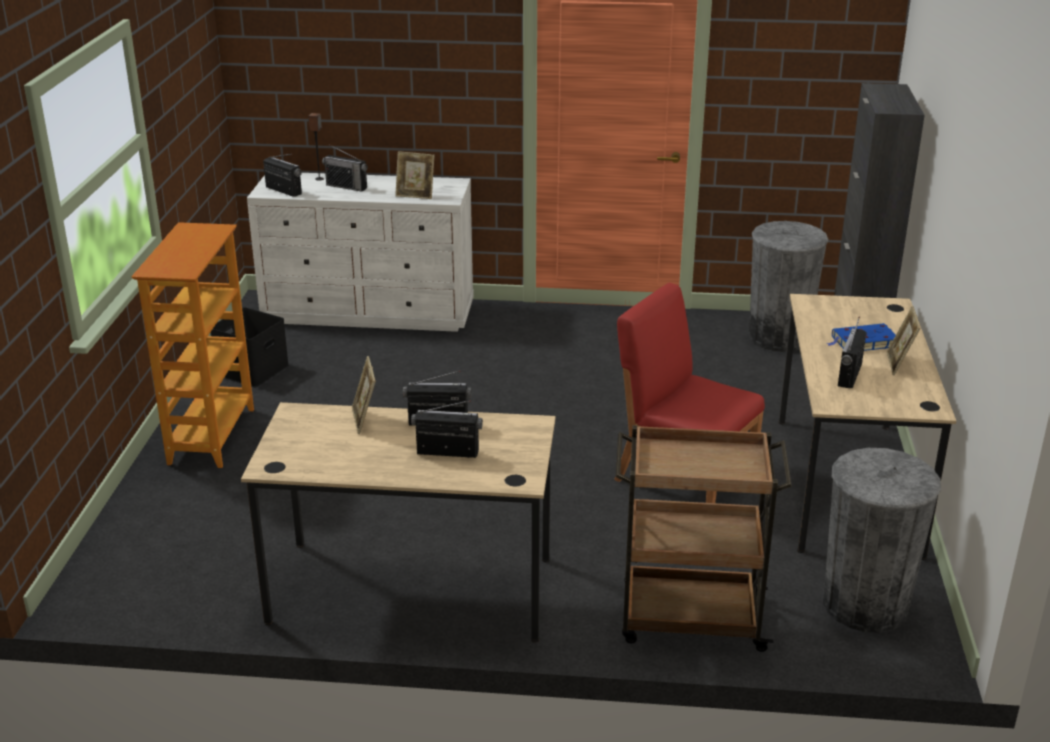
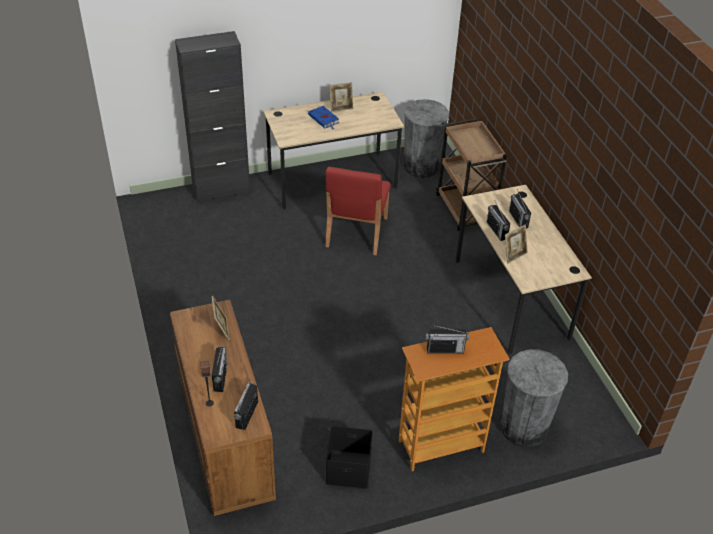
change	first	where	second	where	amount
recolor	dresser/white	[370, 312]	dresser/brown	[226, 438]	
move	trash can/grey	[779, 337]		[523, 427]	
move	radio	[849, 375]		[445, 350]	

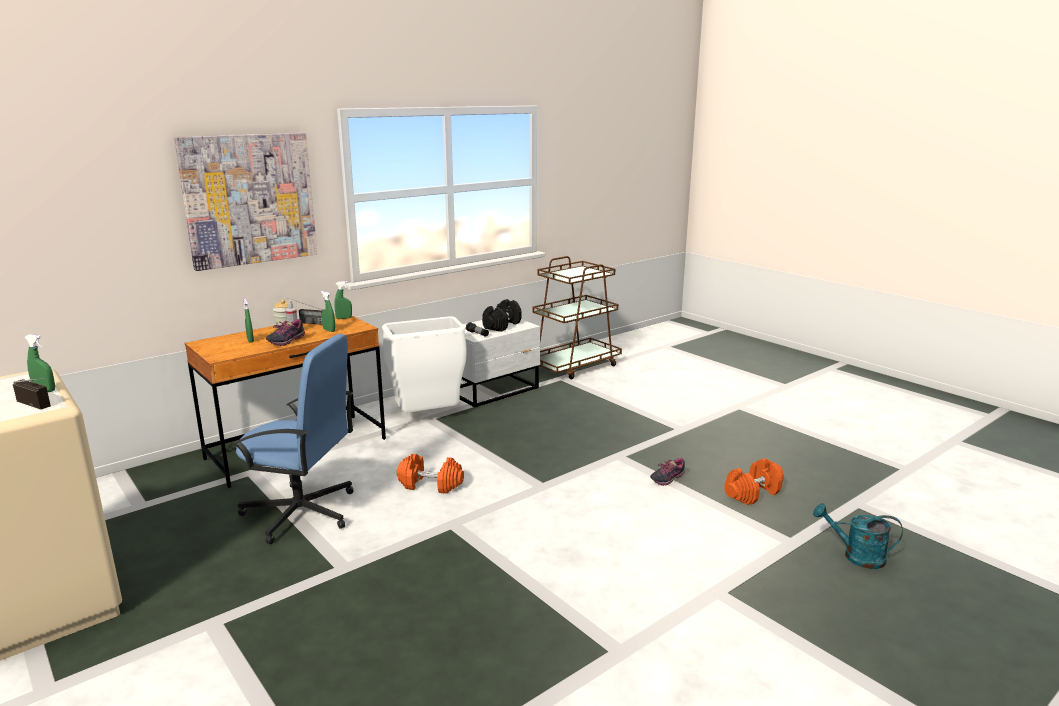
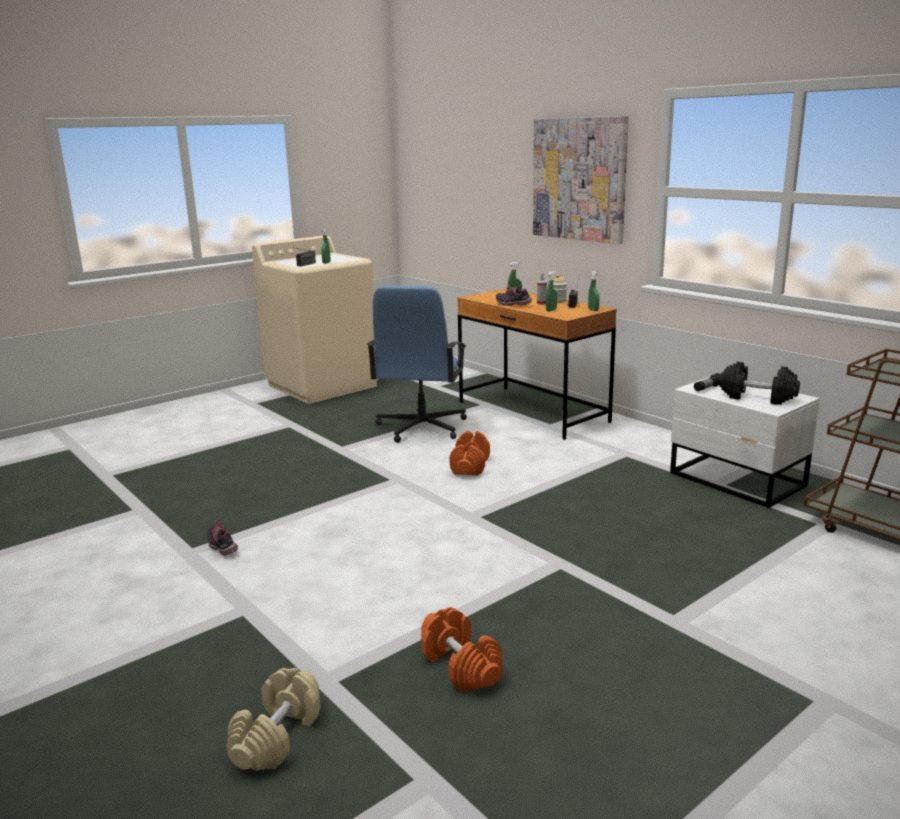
change	first	where	second	where	amount
delete	trash can/white	[427, 417]			
move	shoe	[667, 479]		[223, 548]	
replace	watering can/turquoise	[856, 556]	dumbbell/beige	[277, 736]	

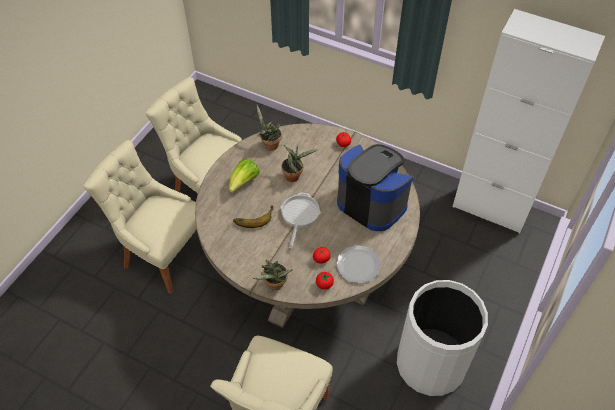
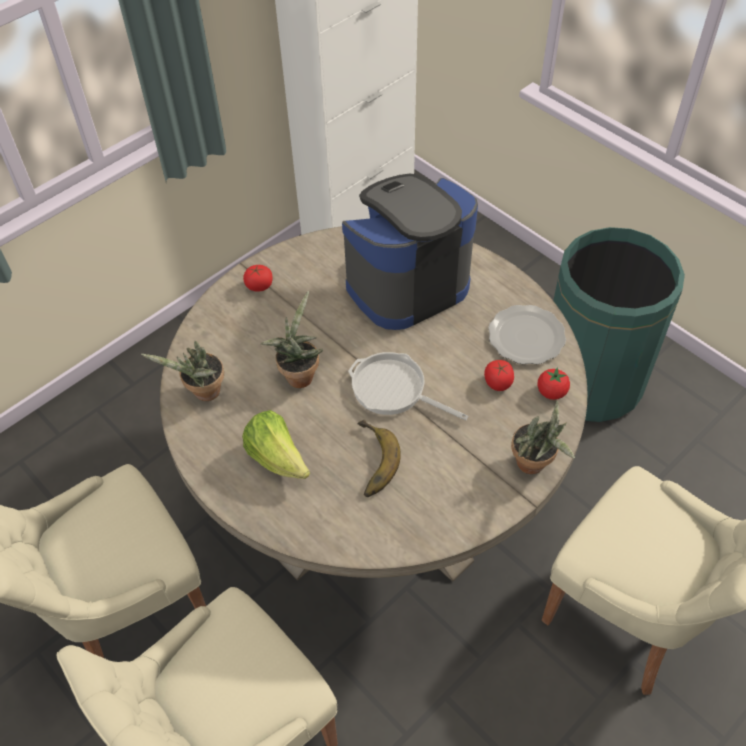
change	first	where	second	where	amount
recolor	trash can/white	[430, 364]	trash can/green	[589, 381]	

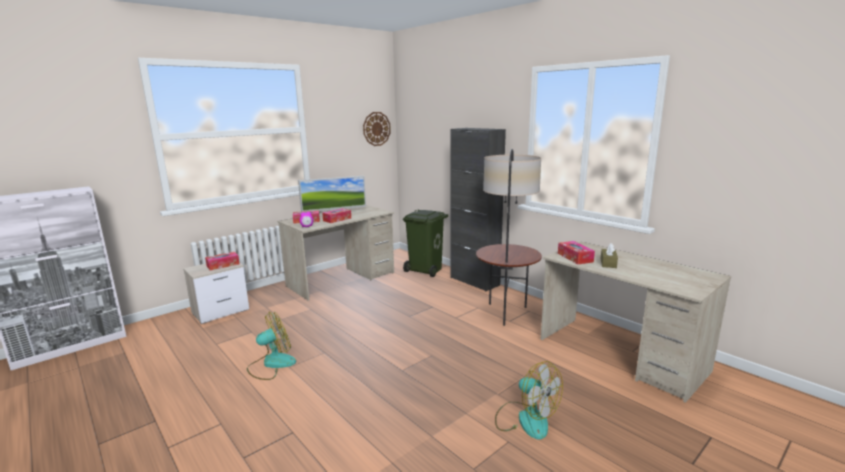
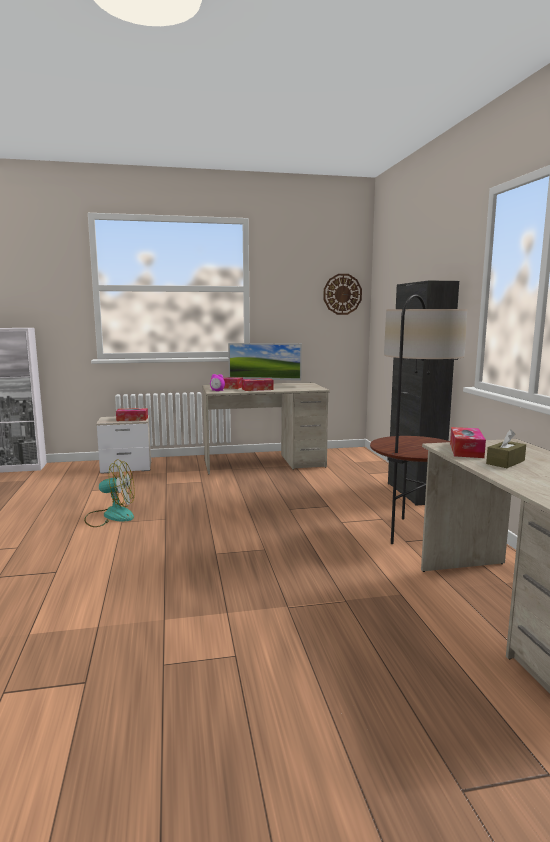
change	first	where	second	where	amount
delete	trash can/green	[426, 270]			
delete	fan	[525, 419]			

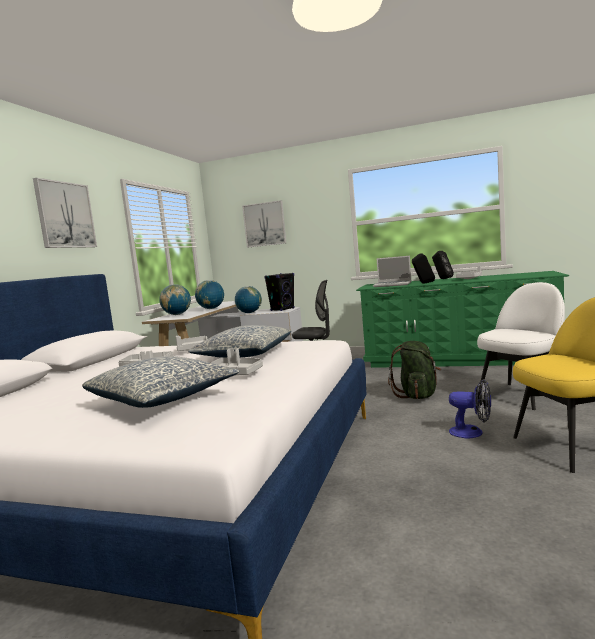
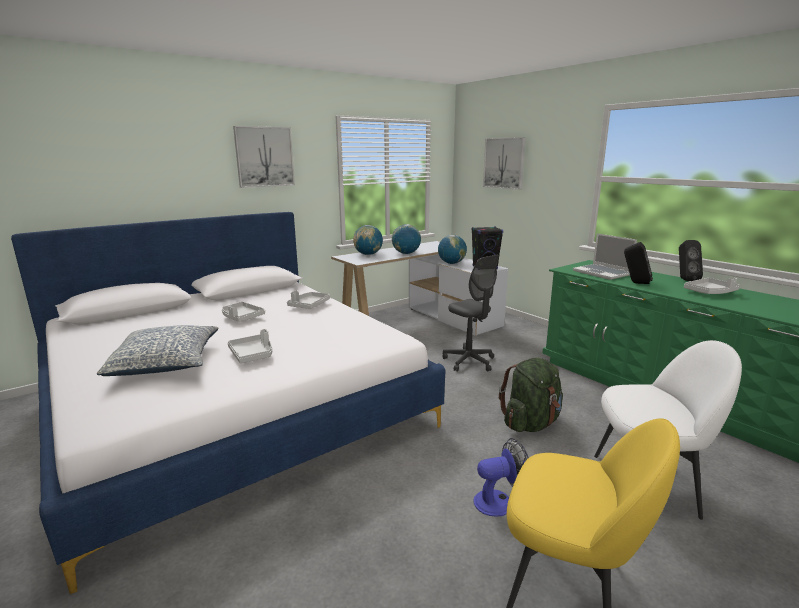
change	first	where	second	where	amount
delete	pillow	[245, 354]			
rotate	fan	[472, 432]		[500, 501]	75 degrees counterclockwise

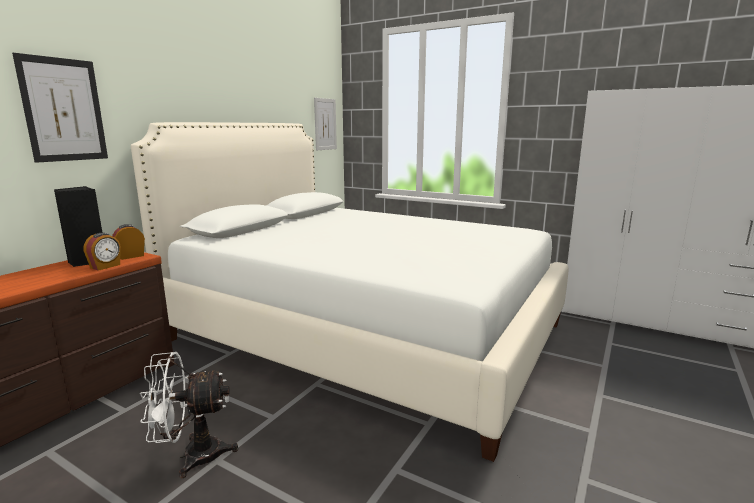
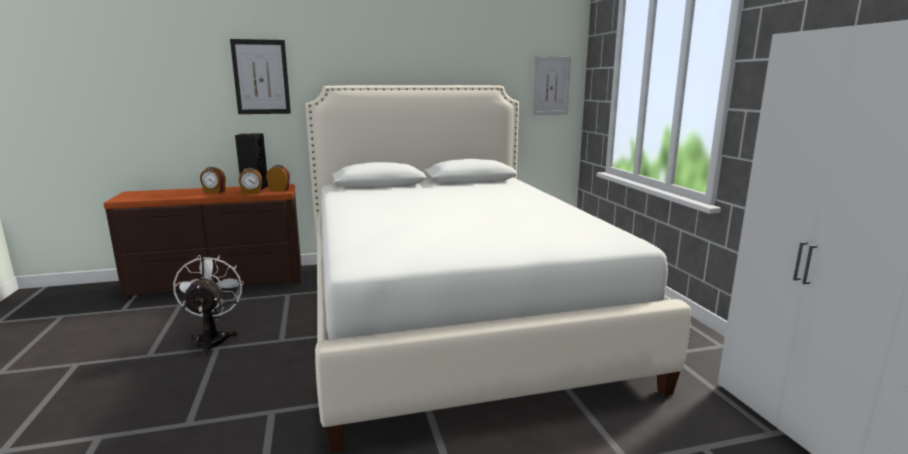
change	first	where	second	where	amount
rotate	fan/white	[192, 456]		[213, 339]	45 degrees clockwise
insert			alarm clock	[214, 192]	

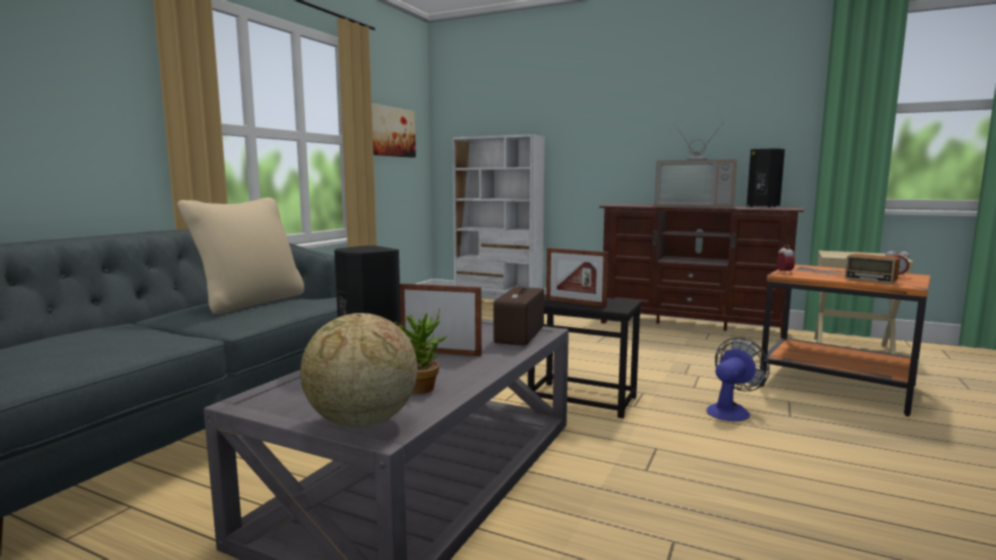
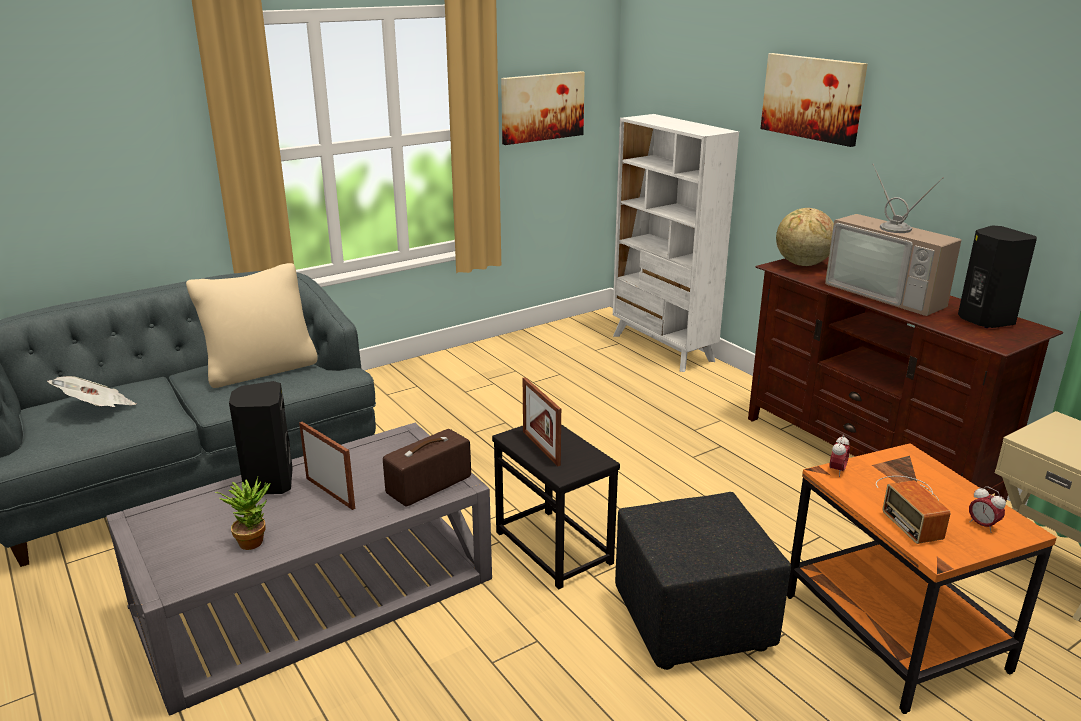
change	first	where	second	where	amount
move	globe	[361, 422]		[802, 264]	
replace	fan	[731, 410]	ottoman/black	[690, 621]	
insert			newspaper	[97, 409]	
insert			picture	[812, 98]	

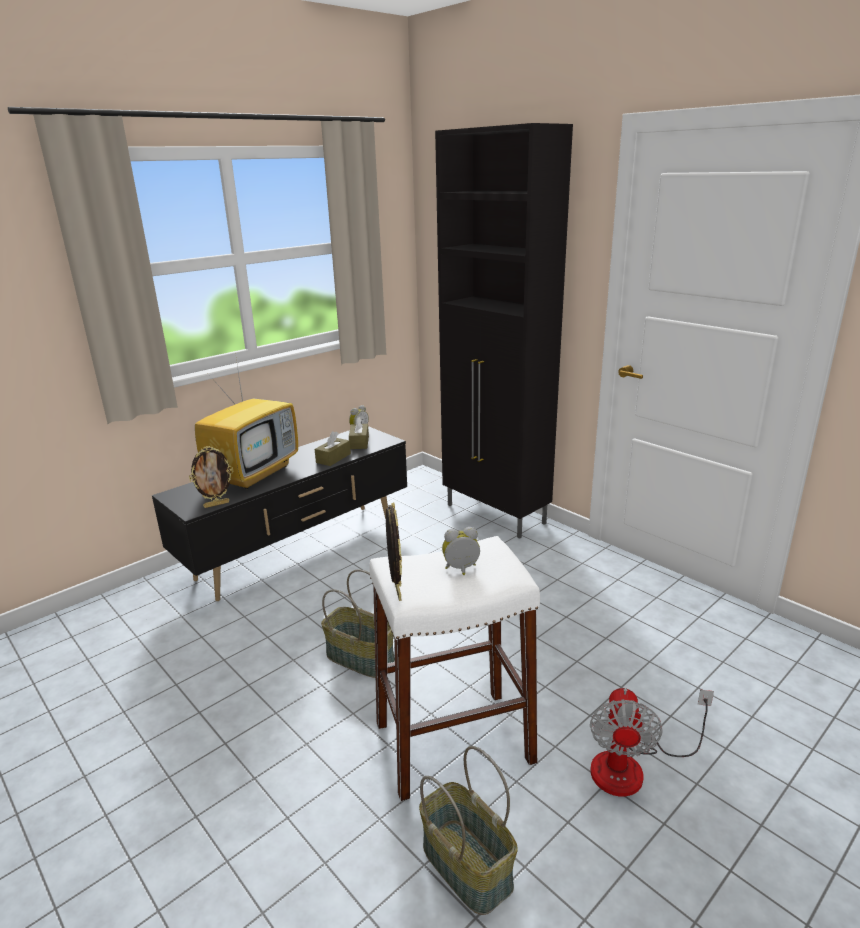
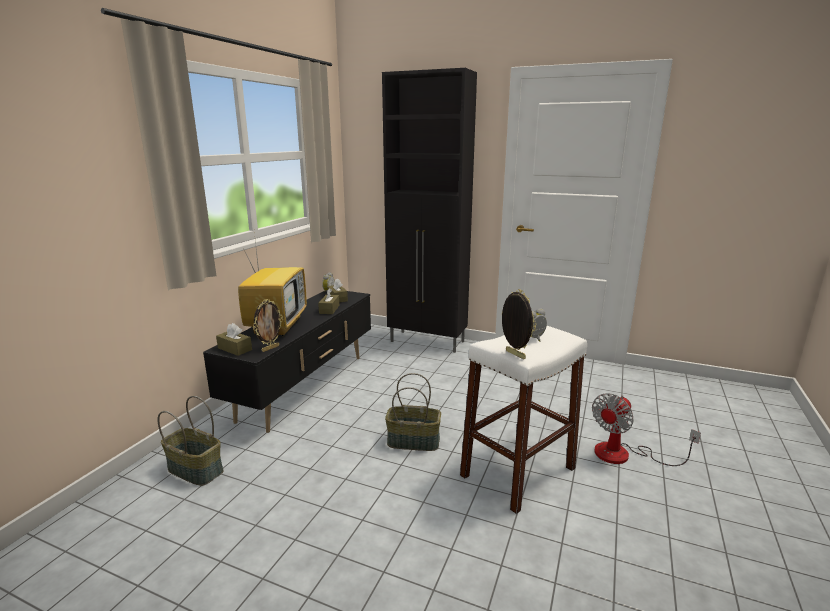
change	first	where	second	where	amount
move	basket	[468, 865]		[196, 470]	
rotate	fan	[632, 766]		[624, 455]	60 degrees clockwise
insert			tissue box/brown	[235, 349]	

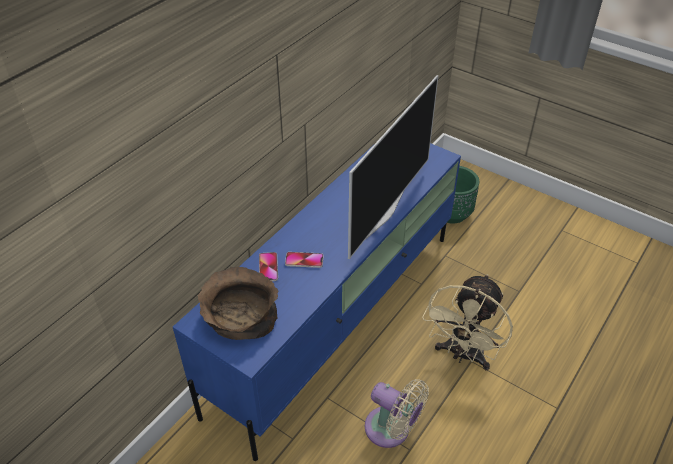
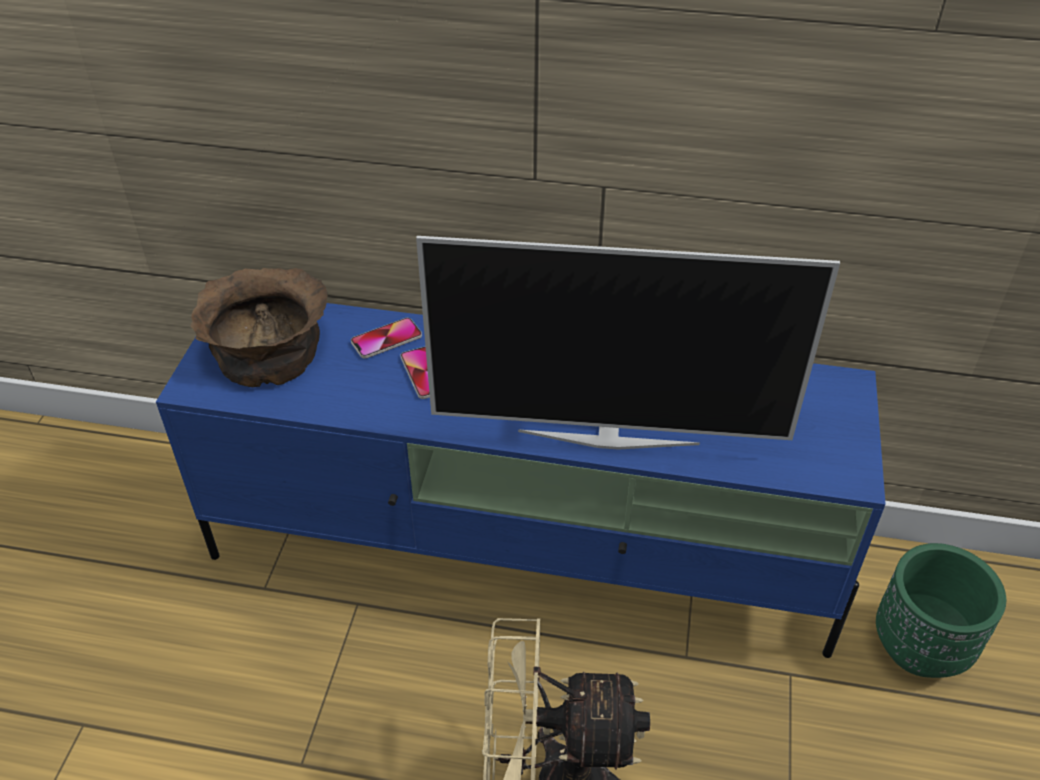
change	first	where	second	where	amount
delete	fan/beige	[391, 430]			

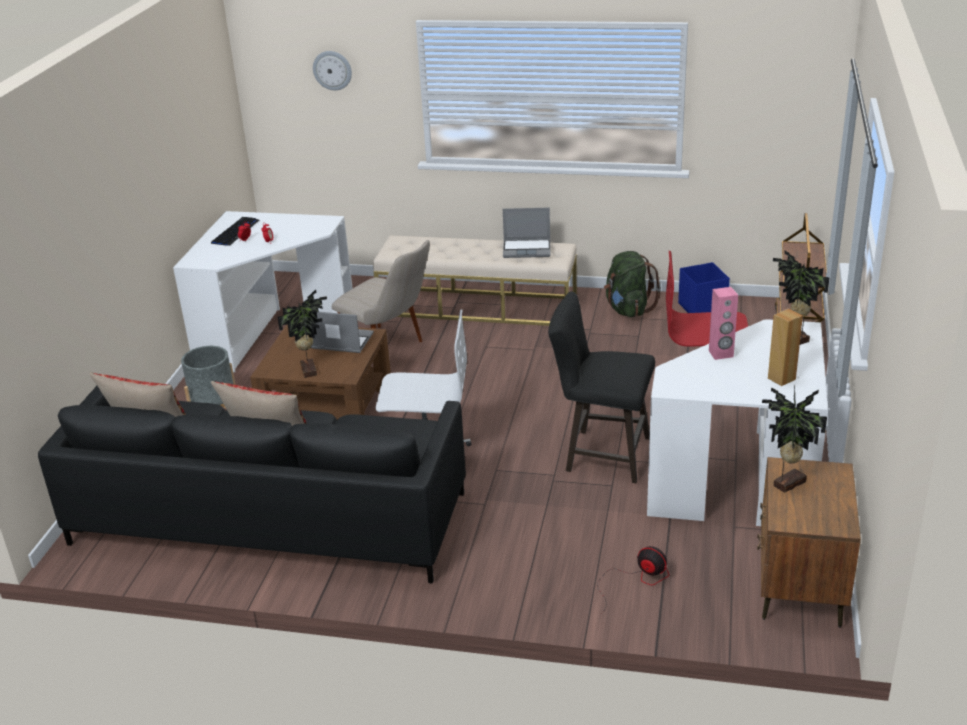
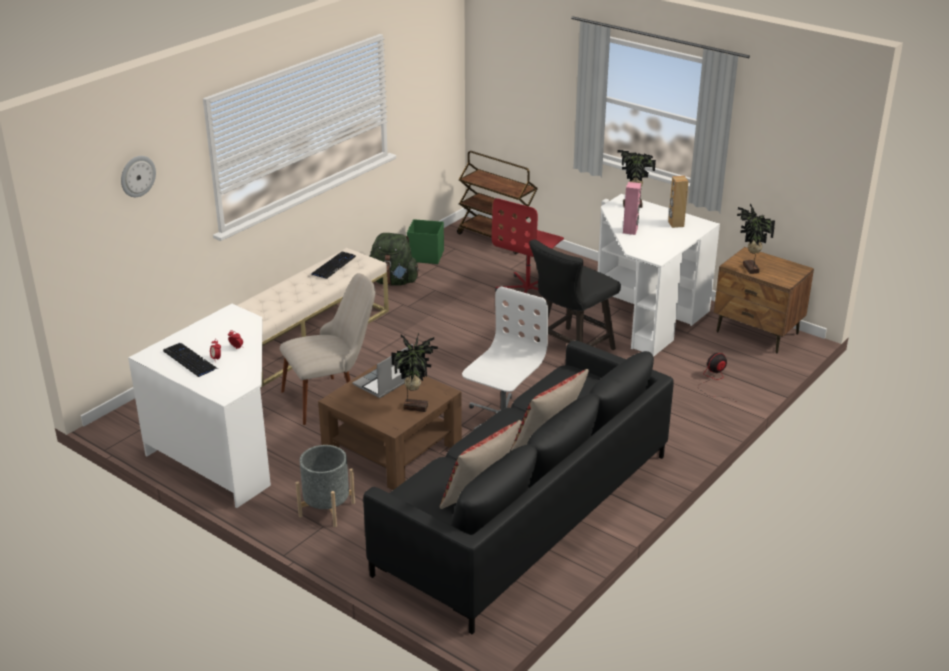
change	first	where	second	where	amount
replace	laptop	[527, 249]	keyboard	[334, 266]	
recolor	storage box/blue	[702, 308]	storage box/green	[425, 256]	

